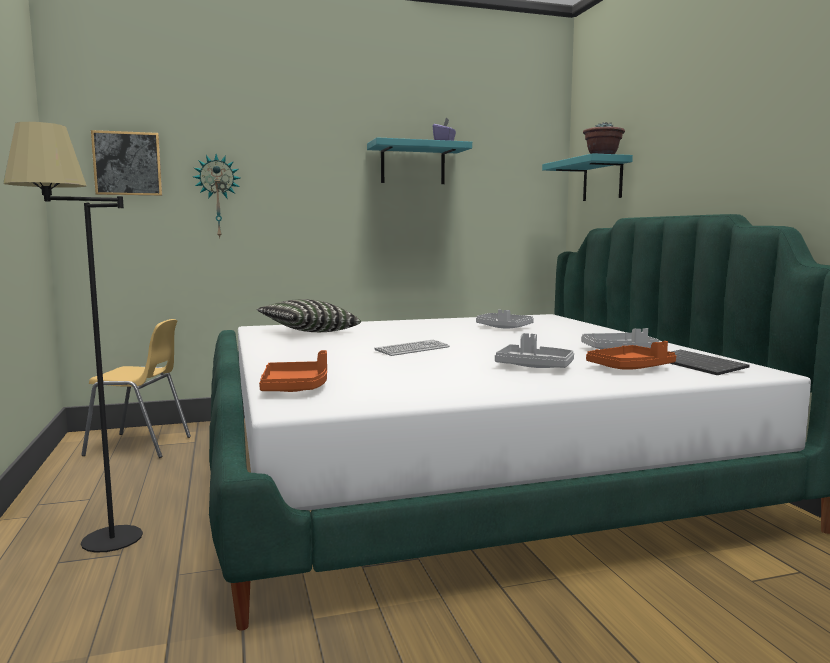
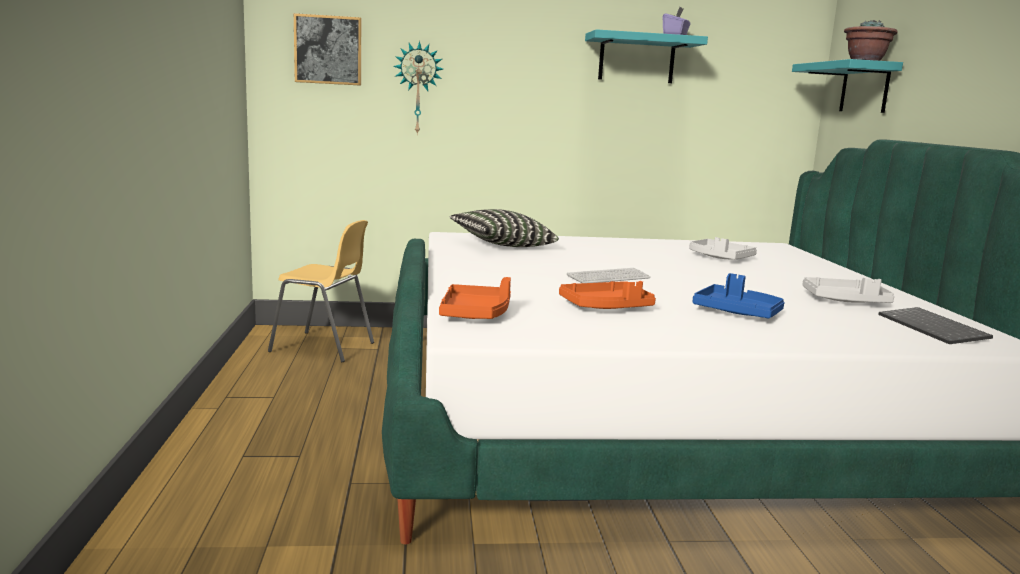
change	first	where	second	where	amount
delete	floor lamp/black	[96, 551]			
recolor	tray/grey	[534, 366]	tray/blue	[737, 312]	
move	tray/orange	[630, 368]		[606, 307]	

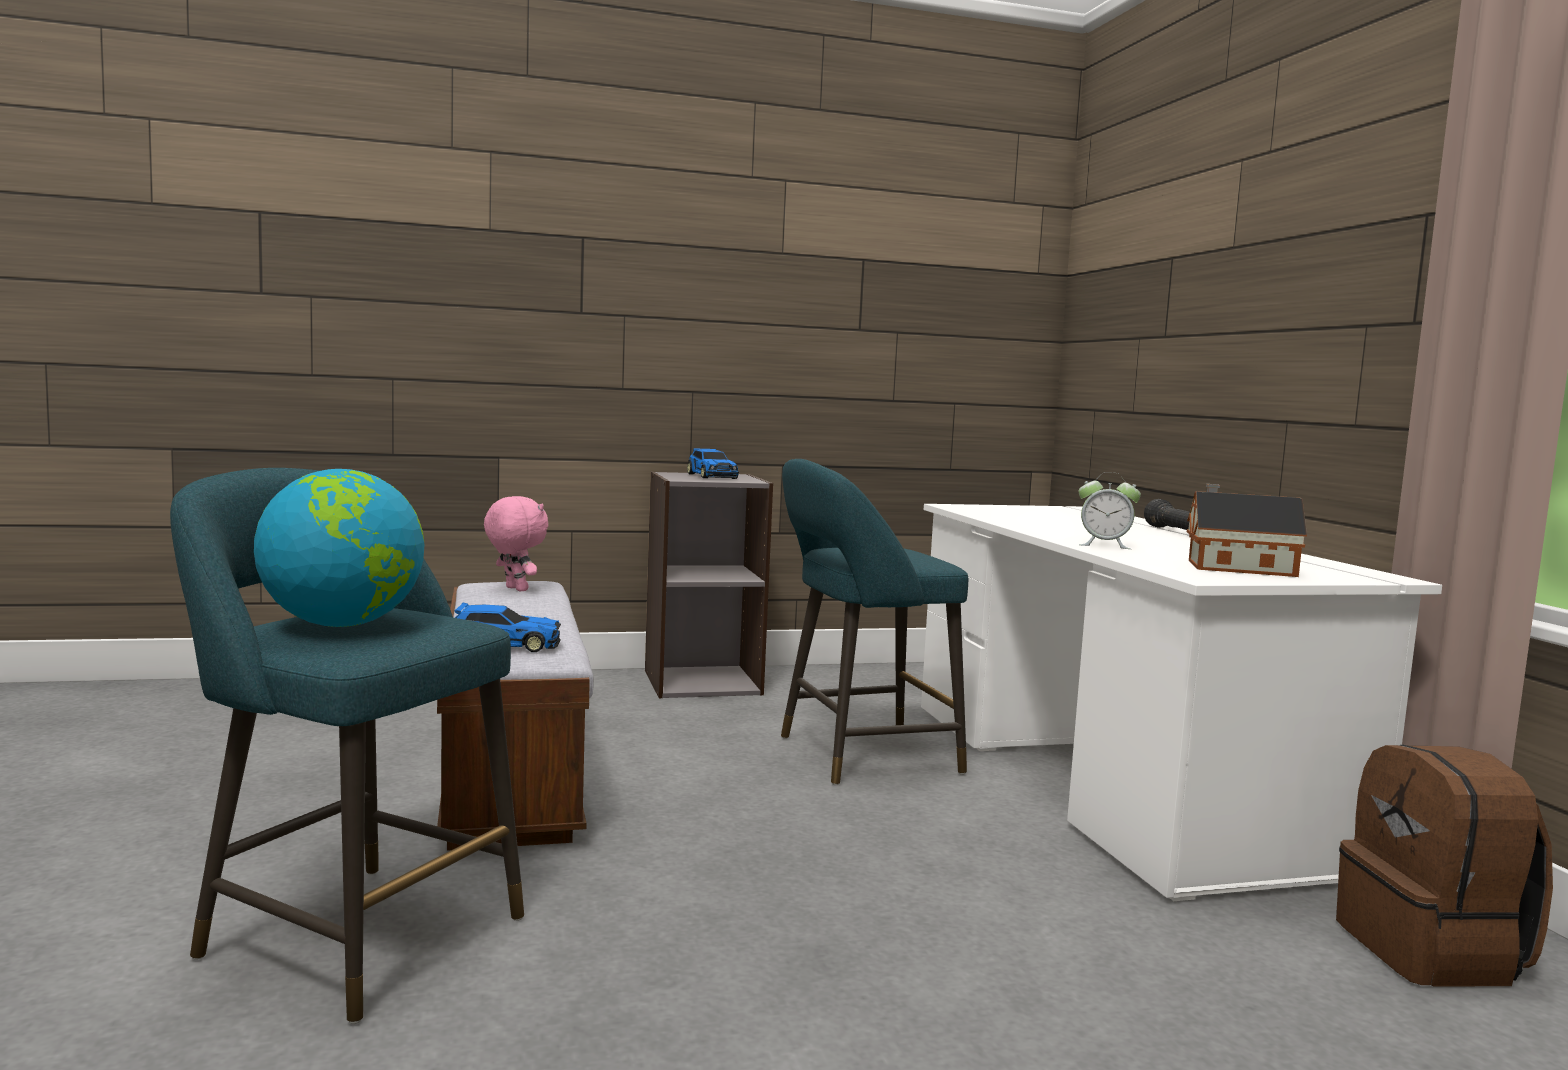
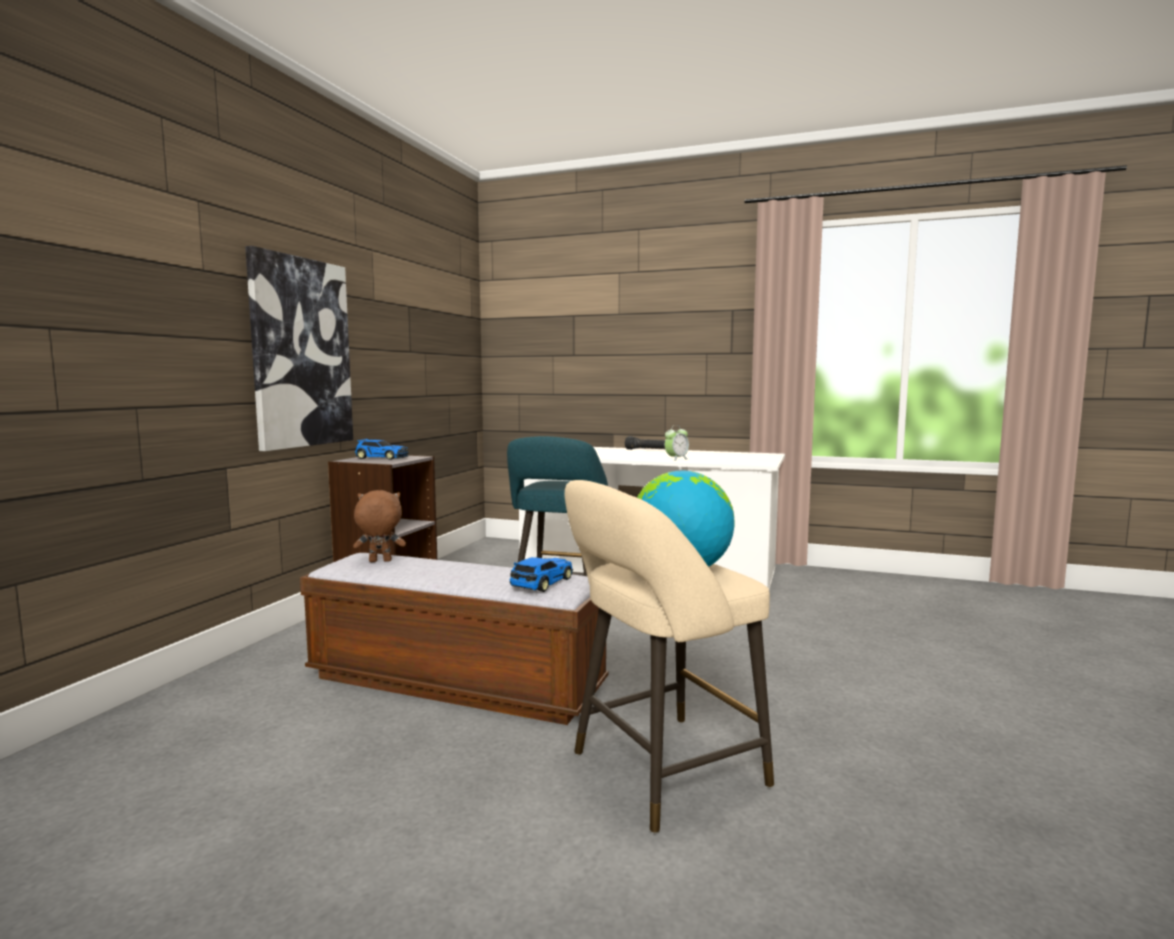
change	first	where	second	where	amount
recolor	stool/turquoise	[351, 933]	stool/beige	[659, 773]	
recolor	plush toy/pink	[514, 589]	plush toy/brown	[379, 561]	
delete	toy house	[1236, 568]			
delete	backpack/brown	[1433, 952]			
insert			picture	[301, 353]	

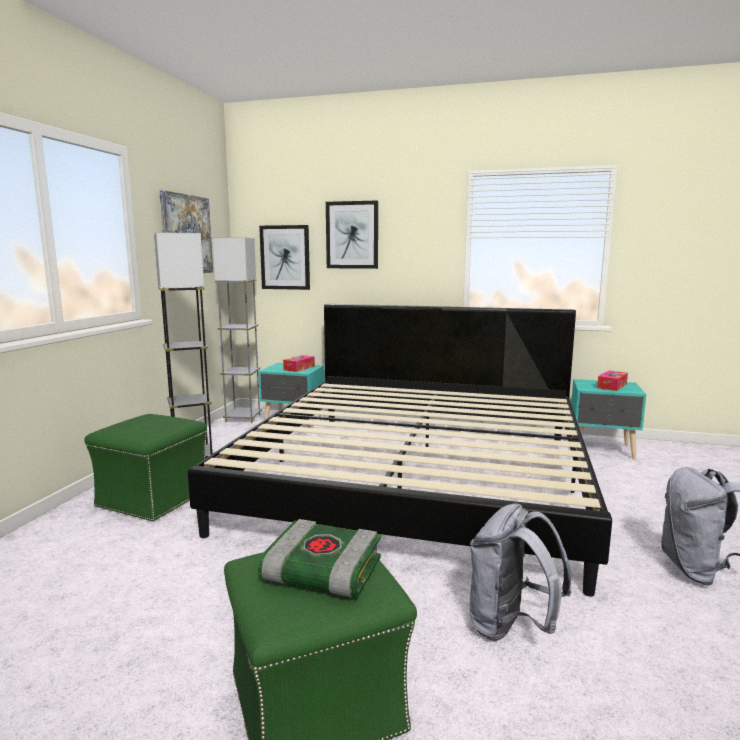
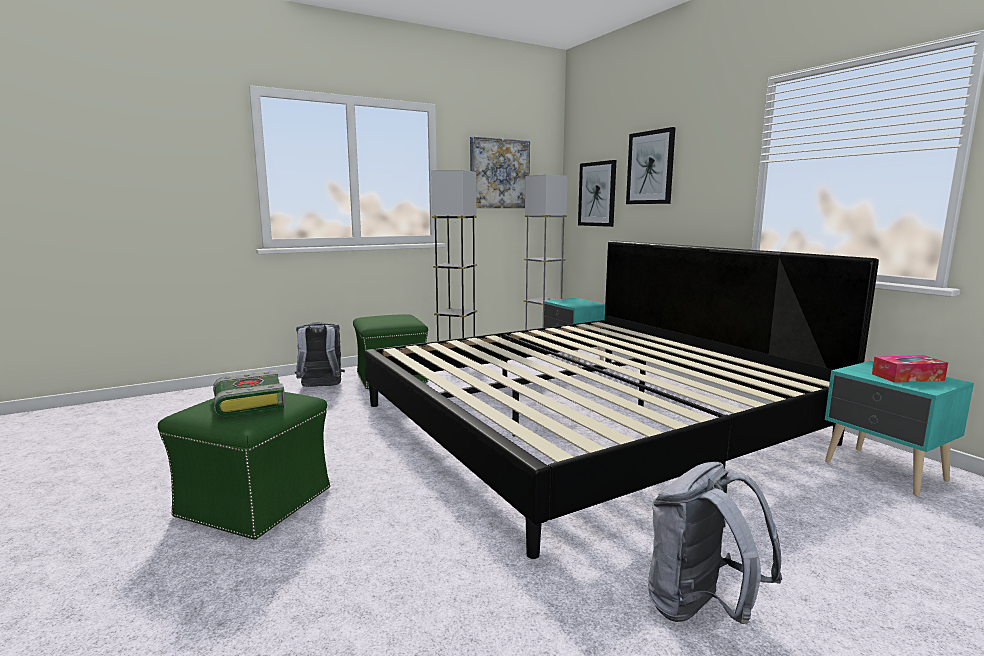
change	first	where	second	where	amount
delete	tissue box	[299, 368]			
move	backpack/grey	[511, 627]		[321, 387]	

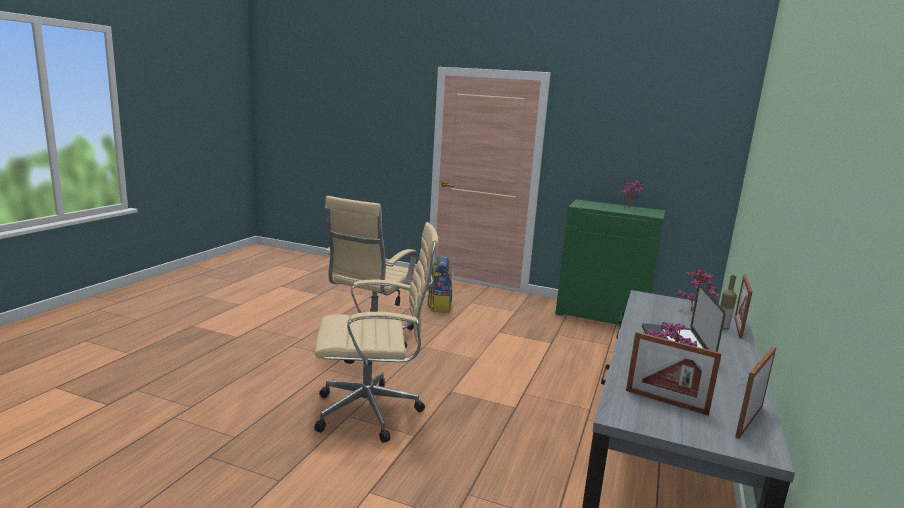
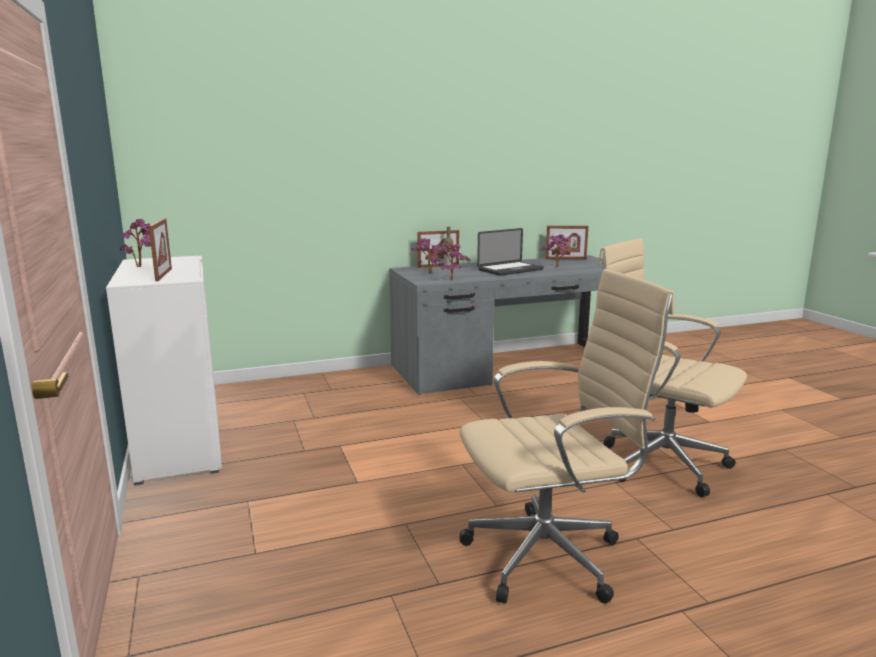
change	first	where	second	where	amount
delete	backpack	[439, 306]			
recolor	cabinet/green	[602, 315]	cabinet/white	[178, 446]	
move	picture frame	[666, 402]		[164, 274]	
insert			potted plant	[451, 279]	

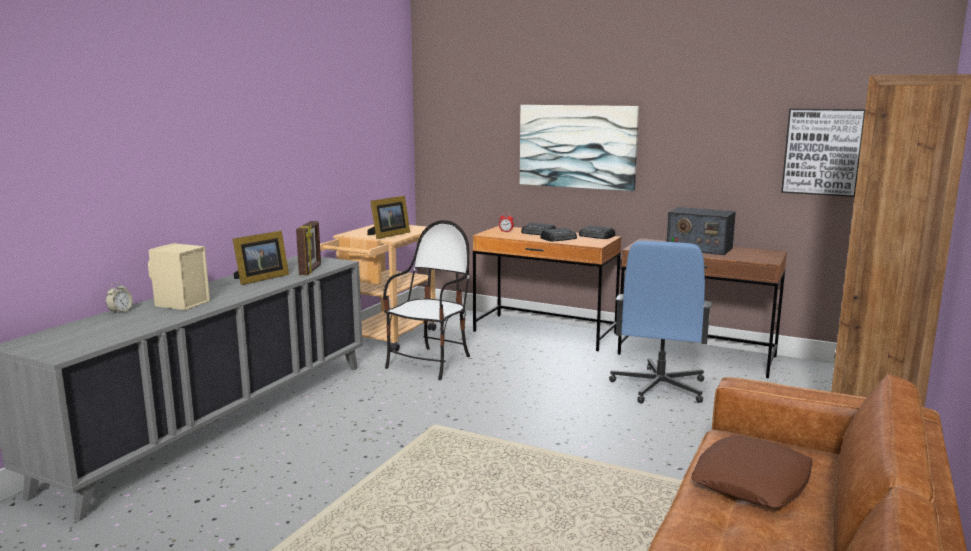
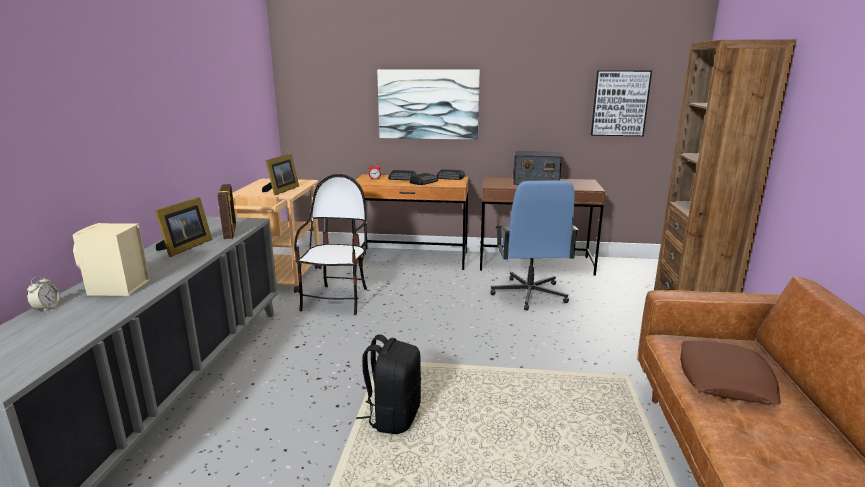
change	first	where	second	where	amount
insert			backpack/black	[393, 416]	

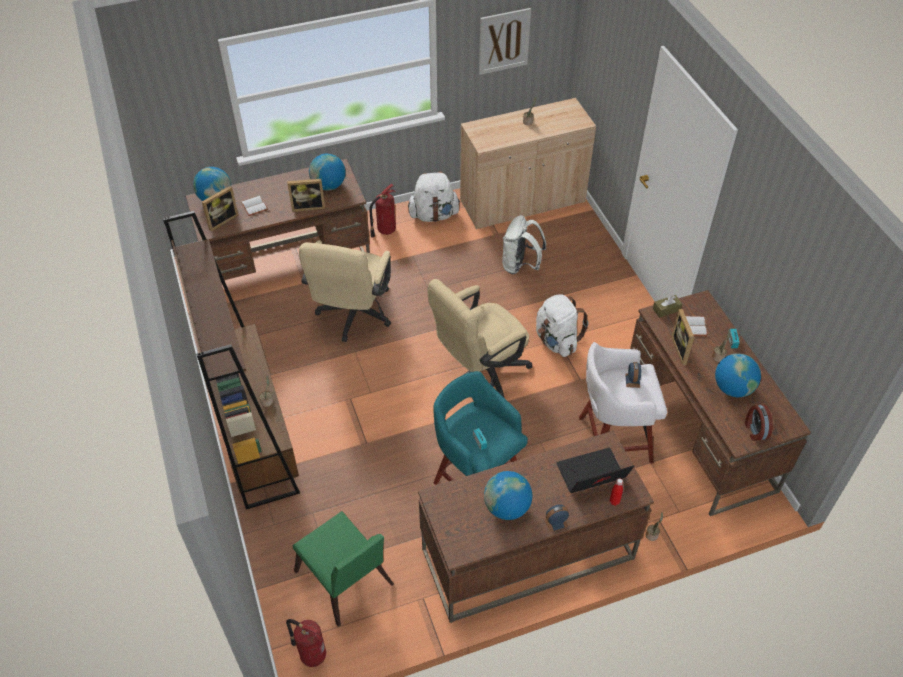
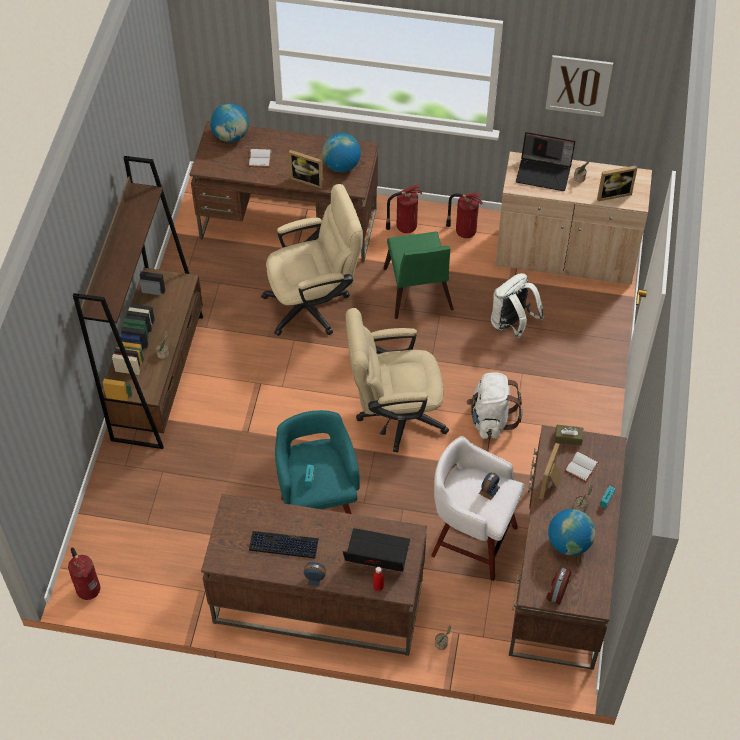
change	first	where	second	where	amount
move	picture frame	[221, 220]		[613, 193]	
move	chair/green	[346, 583]		[417, 293]	
rotate	office chair/beige	[353, 317]		[314, 304]	150 degrees counterclockwise
replace	backpack/white	[434, 215]	fire extinguisher	[464, 231]	
replace	globe	[507, 508]	keyboard	[283, 545]	
insert			laptop	[544, 172]	

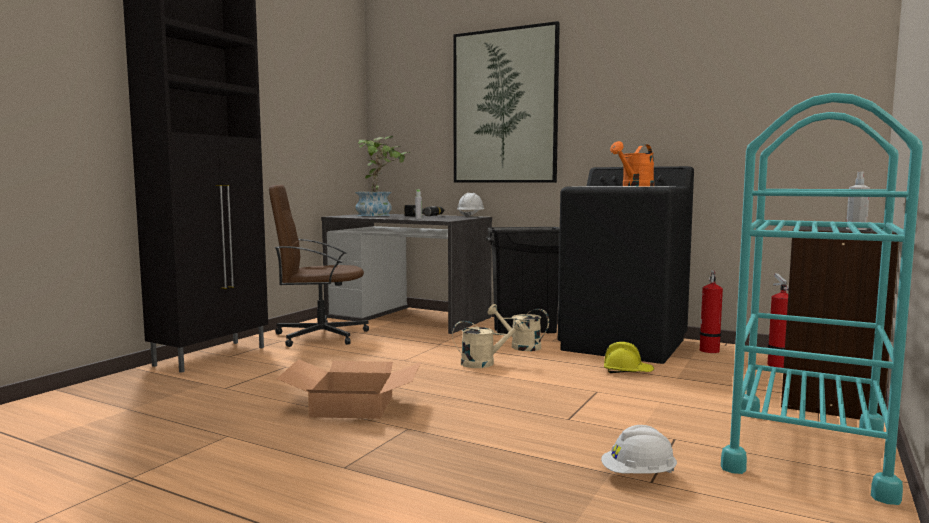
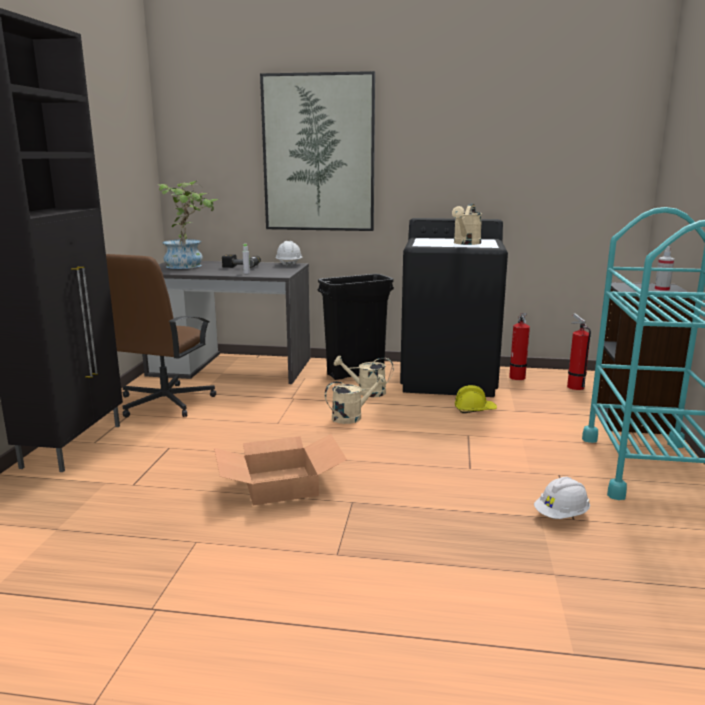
change	first	where	second	where	amount
rotate	office chair/brown	[319, 336]		[164, 402]	45 degrees counterclockwise
recolor	watering can/orange	[634, 186]	watering can/beige	[465, 243]	

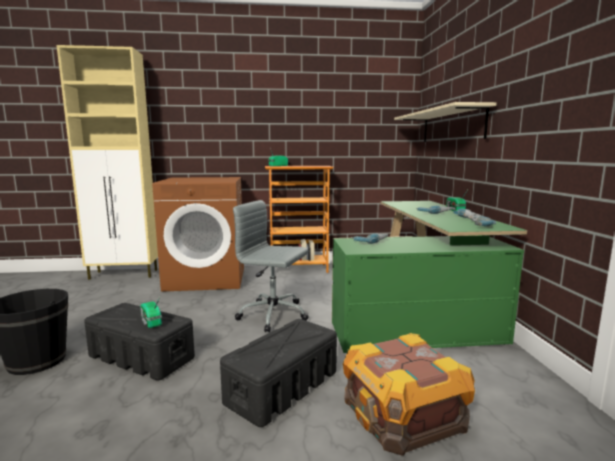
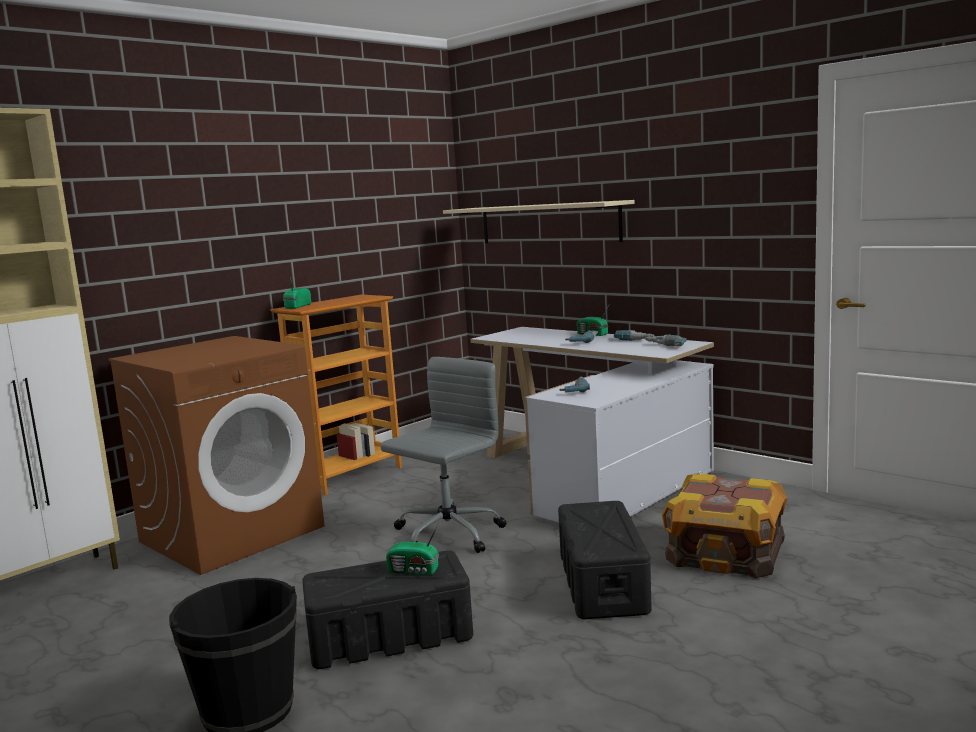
change	first	where	second	where	amount
rotate	office chair/grey	[274, 315]		[447, 534]	150 degrees clockwise
recolor	desk/green	[419, 313]	desk/white	[592, 475]	

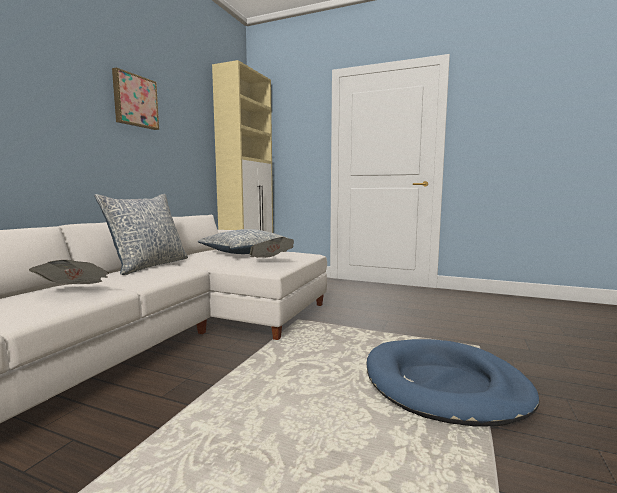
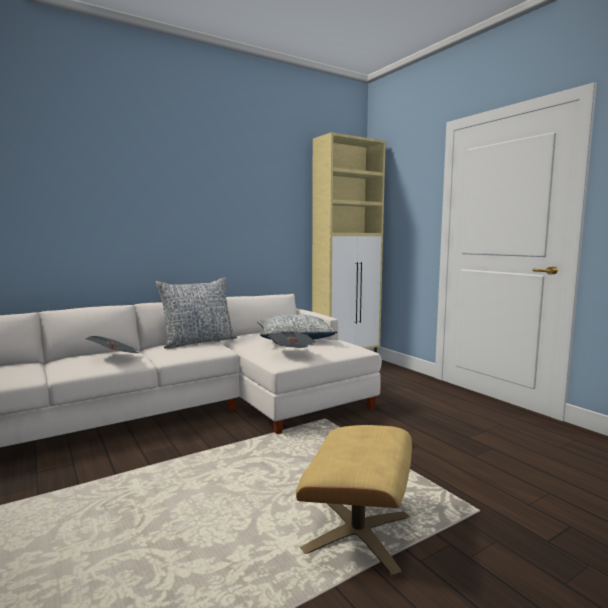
change	first	where	second	where	amount
delete	picture	[135, 101]			
replace	dog bed/blue	[444, 385]	ottoman/beige	[358, 533]	

